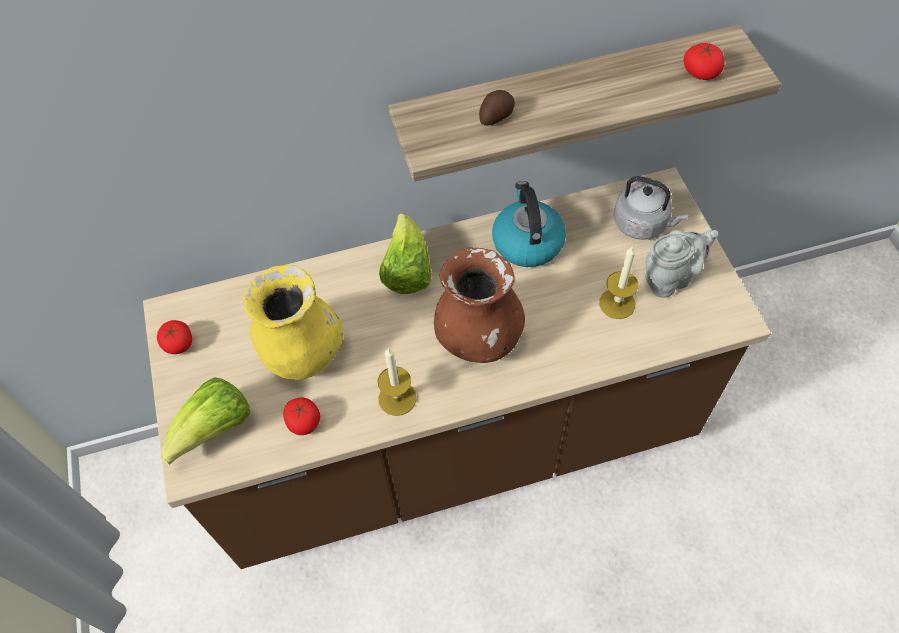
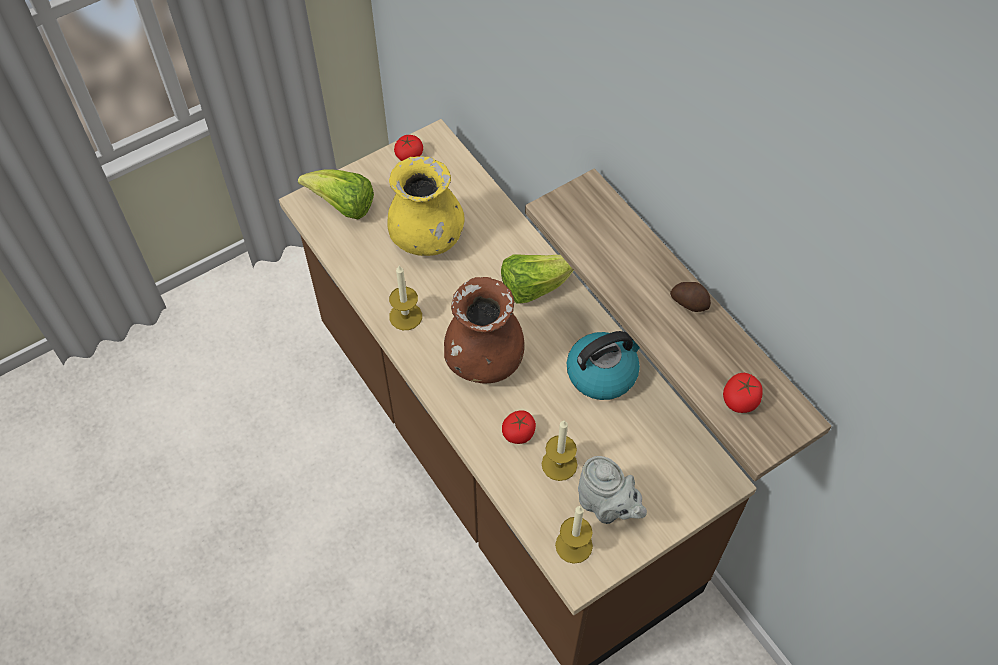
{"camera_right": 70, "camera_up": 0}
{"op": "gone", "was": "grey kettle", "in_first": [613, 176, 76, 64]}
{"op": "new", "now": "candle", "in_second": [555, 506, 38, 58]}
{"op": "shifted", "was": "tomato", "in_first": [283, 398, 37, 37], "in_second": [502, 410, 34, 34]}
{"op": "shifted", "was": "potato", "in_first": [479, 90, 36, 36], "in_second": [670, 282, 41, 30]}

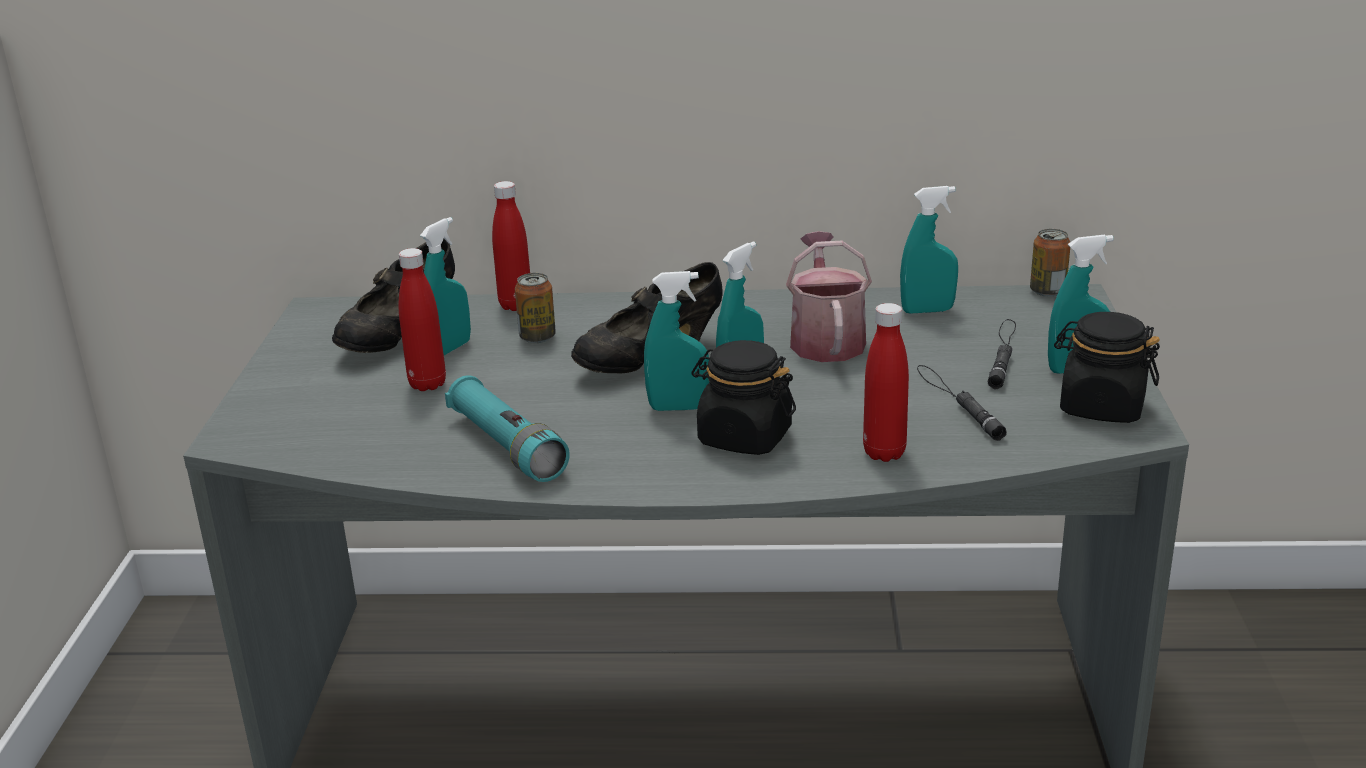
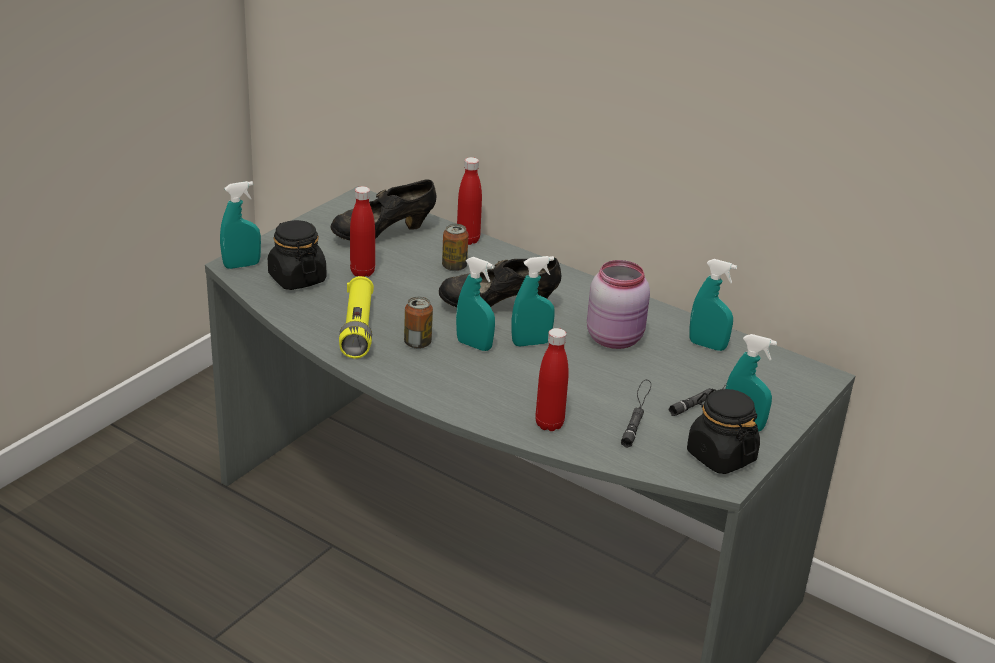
{"camera_right": 30, "camera_up": 5}
{"op": "shifted", "was": "turquoise spray bottle", "in_first": [420, 217, 51, 138], "in_second": [220, 181, 41, 88]}
{"op": "shifted", "was": "black jar", "in_first": [691, 340, 105, 115], "in_second": [268, 220, 59, 70]}
{"op": "shifted", "was": "can", "in_first": [1030, 229, 40, 68], "in_second": [404, 297, 29, 52]}
{"op": "swapped", "was": "watering can", "now": "pink jar", "in_first": [786, 231, 86, 131], "in_second": [587, 260, 63, 89]}
{"op": "repainted", "was": "turquoise flashlight", "now": "yellow flashlight", "in_first": [445, 375, 125, 107], "in_second": [339, 276, 35, 82]}

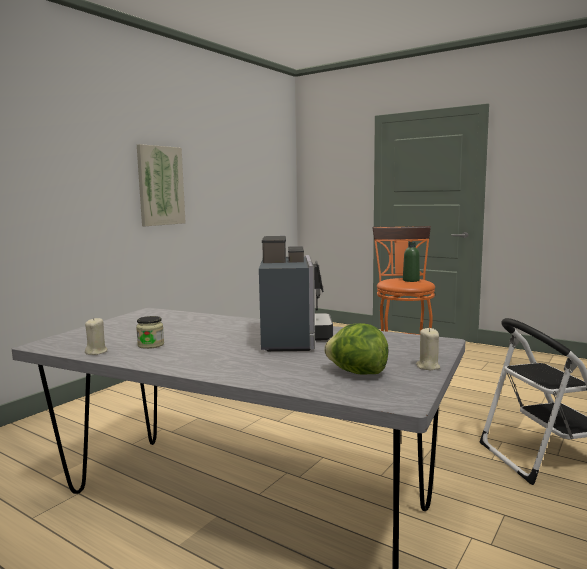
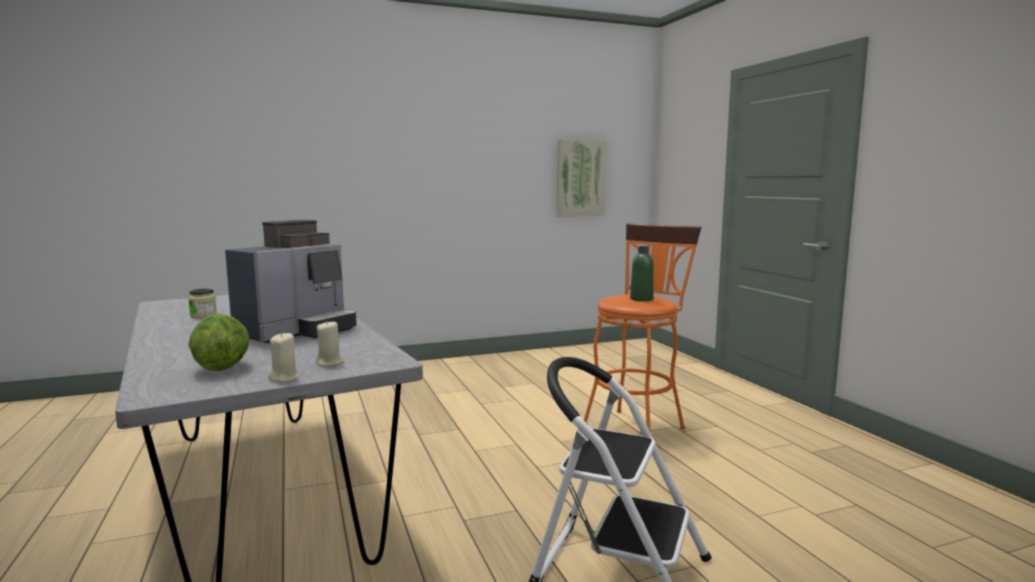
{"camera_right": 35, "camera_up": 0}
{"op": "shifted", "was": "beige candle", "in_first": [85, 318, 22, 37], "in_second": [316, 320, 28, 46]}
{"op": "shifted", "was": "picture", "in_first": [137, 144, 49, 82], "in_second": [557, 139, 50, 78]}

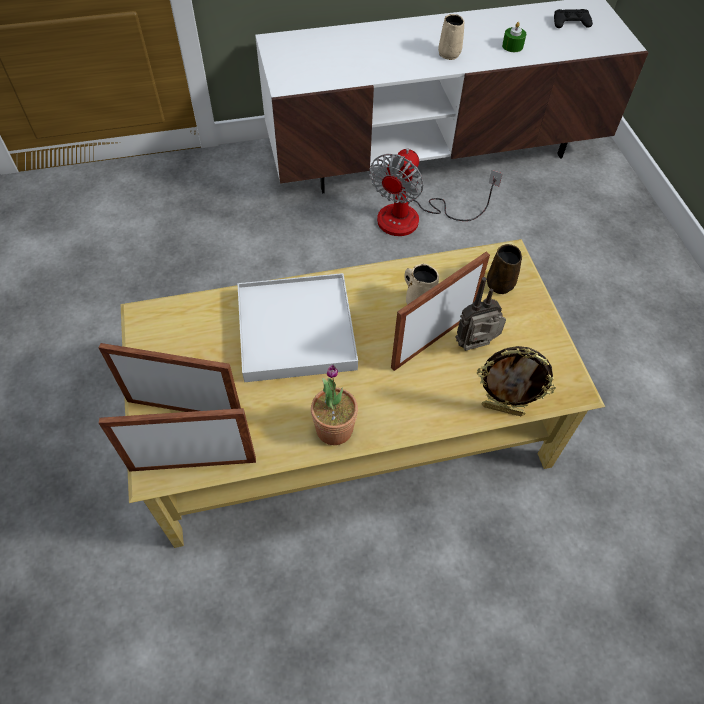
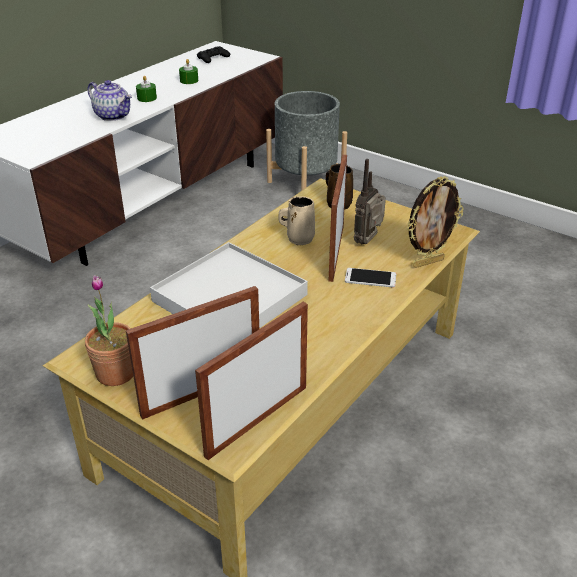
{"camera_right": -40, "camera_up": -20}
{"op": "gone", "was": "fan", "in_first": [369, 148, 134, 88]}
{"op": "new", "now": "teapot", "in_second": [88, 80, 44, 41]}
{"op": "new", "now": "grey planter", "in_second": [266, 91, 81, 100]}
{"op": "new", "now": "phone", "in_second": [345, 268, 51, 20]}
{"op": "shifted", "was": "potted plant", "in_first": [311, 364, 47, 81], "in_second": [85, 275, 48, 111]}
{"op": "swapped", "was": "beige mug", "now": "green candle", "in_first": [438, 14, 26, 46], "in_second": [136, 76, 21, 26]}

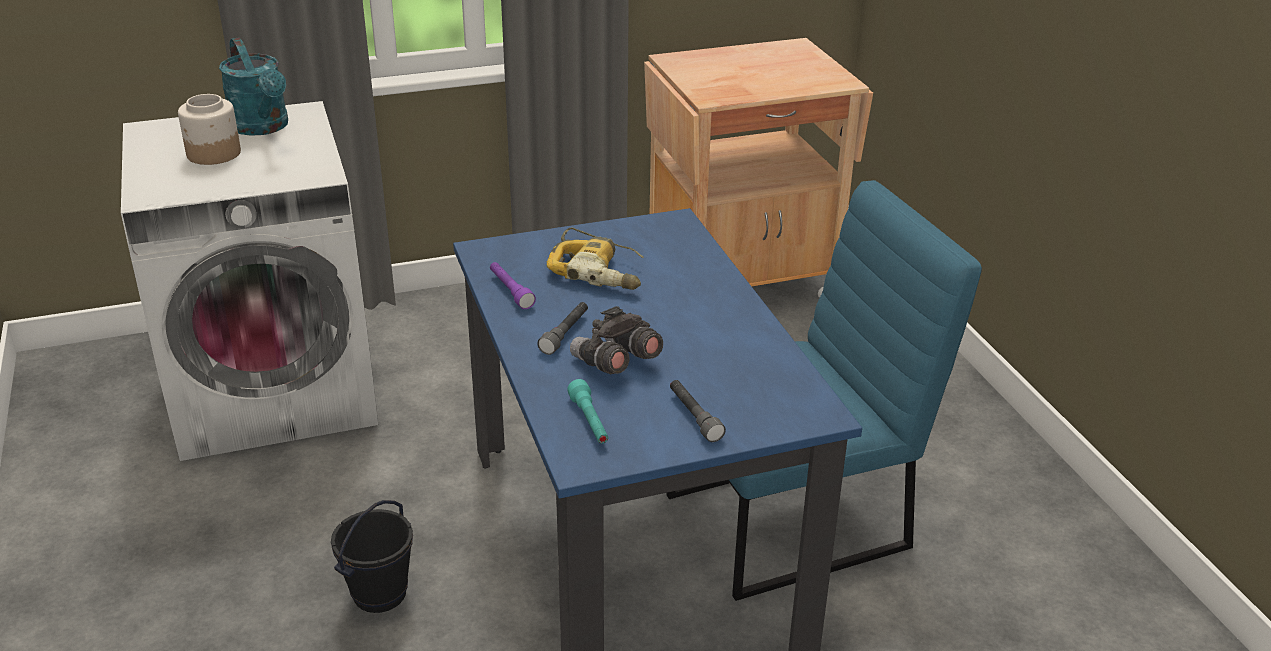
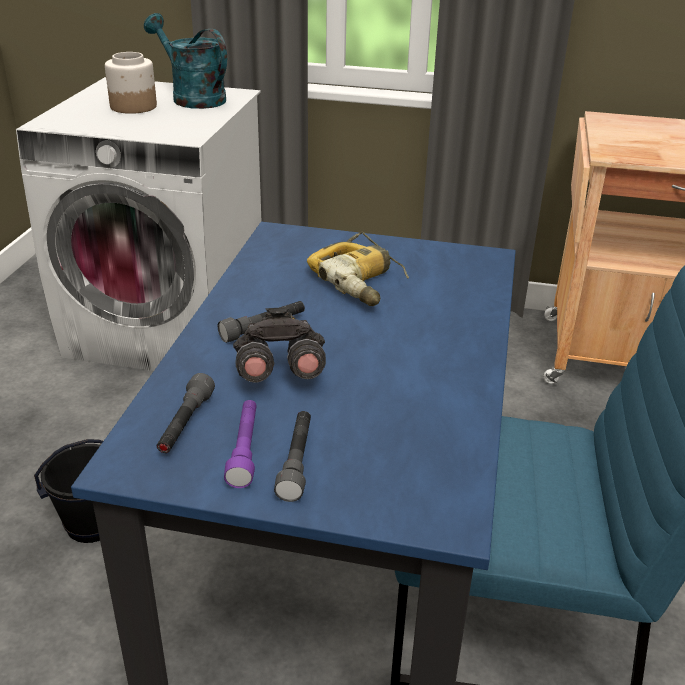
{"camera_right": 30, "camera_up": 0}
{"op": "shifted", "was": "purple flashlight", "in_first": [490, 262, 46, 47], "in_second": [224, 400, 33, 88]}
{"op": "repainted", "was": "turquoise flashlight", "now": "grey flashlight", "in_first": [567, 379, 42, 65], "in_second": [157, 373, 58, 80]}
{"op": "rotated", "was": "turquoise watering can", "in_first": [219, 37, 69, 99], "in_second": [144, 13, 83, 96], "clockwise": 135}

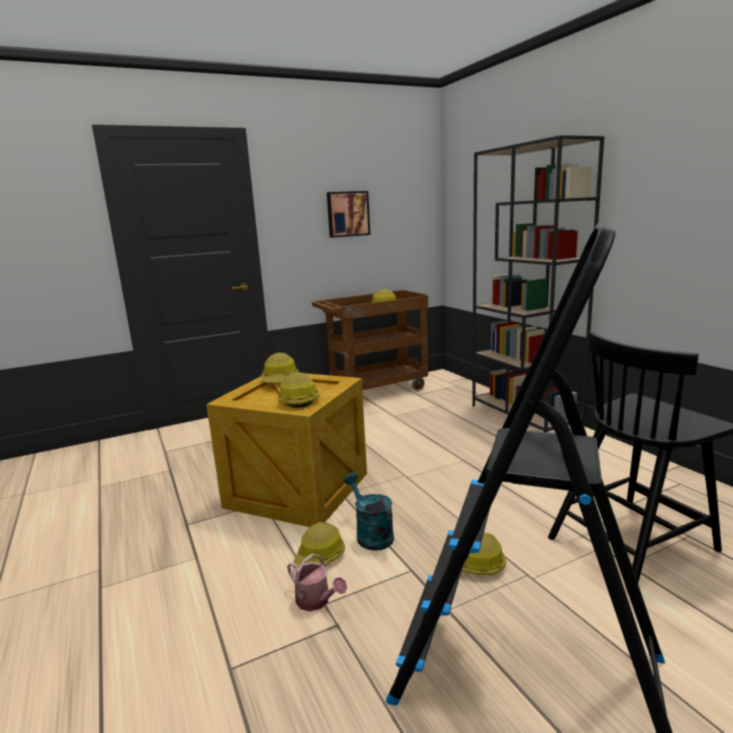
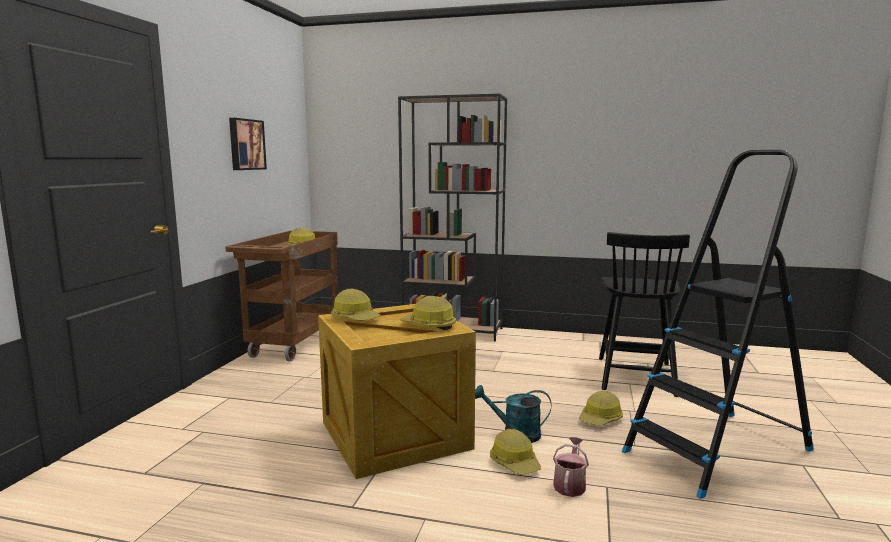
{"camera_right": -50, "camera_up": -5}
{"op": "rotated", "was": "watering can", "in_first": [287, 554, 60, 57], "in_second": [553, 437, 36, 60], "clockwise": -60}

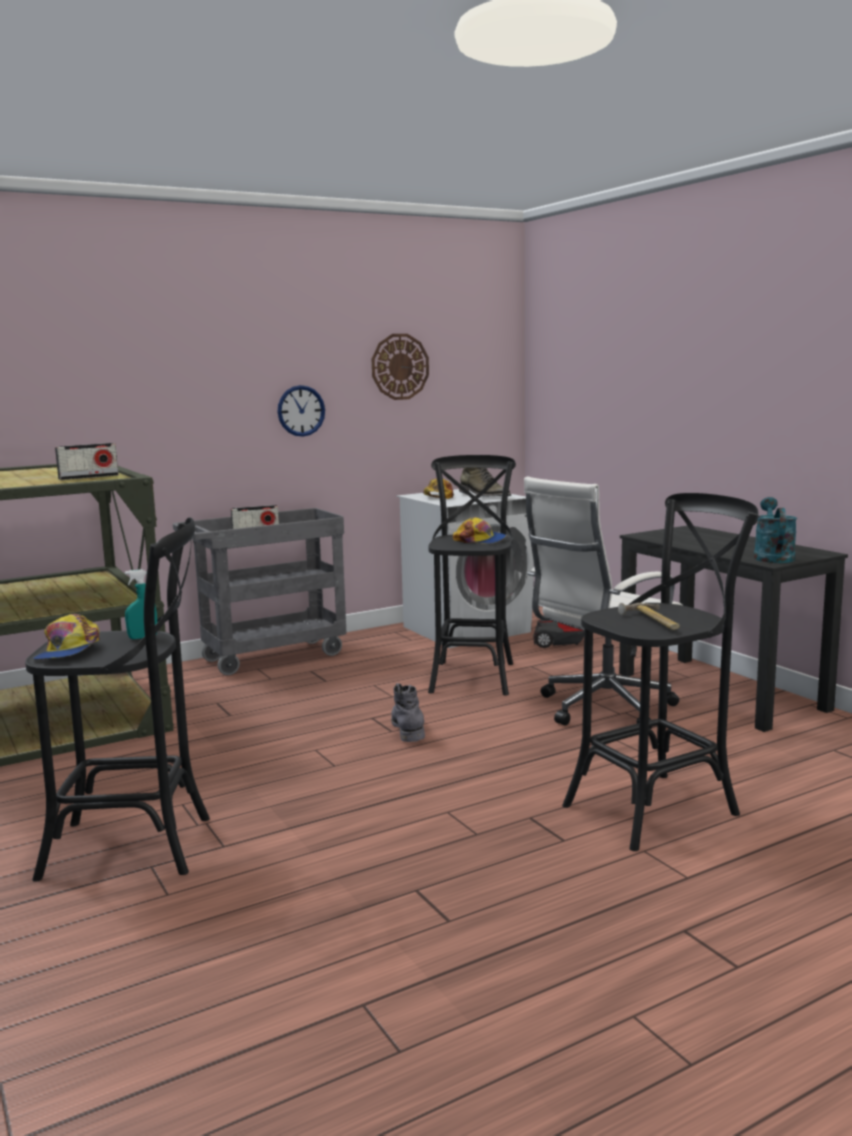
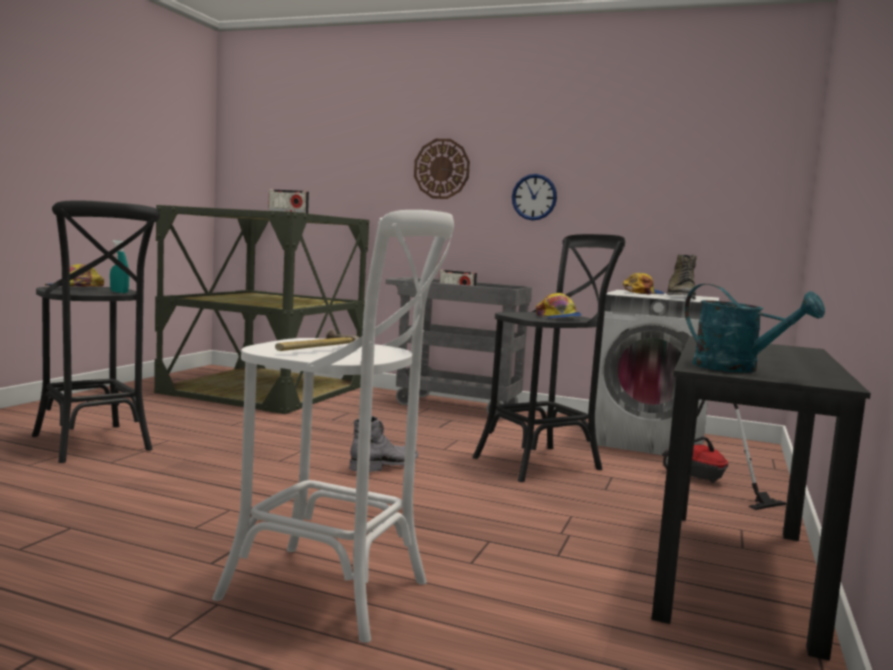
{"camera_right": 50, "camera_up": -5}
{"op": "gone", "was": "white office chair", "in_first": [524, 477, 159, 252]}
{"op": "shifted", "was": "wall clock", "in_first": [372, 334, 57, 66], "in_second": [414, 139, 56, 60]}
{"op": "repainted", "was": "black stool", "now": "white stool", "in_first": [562, 493, 197, 358], "in_second": [212, 210, 242, 433]}
{"op": "rotated", "was": "turquoise watering can", "in_first": [754, 497, 43, 66], "in_second": [685, 284, 140, 89], "clockwise": 75}

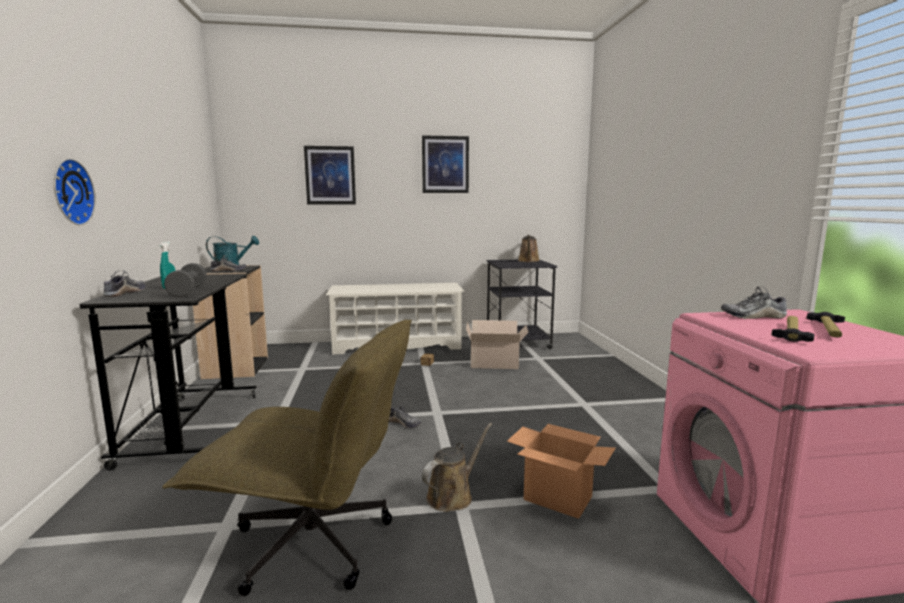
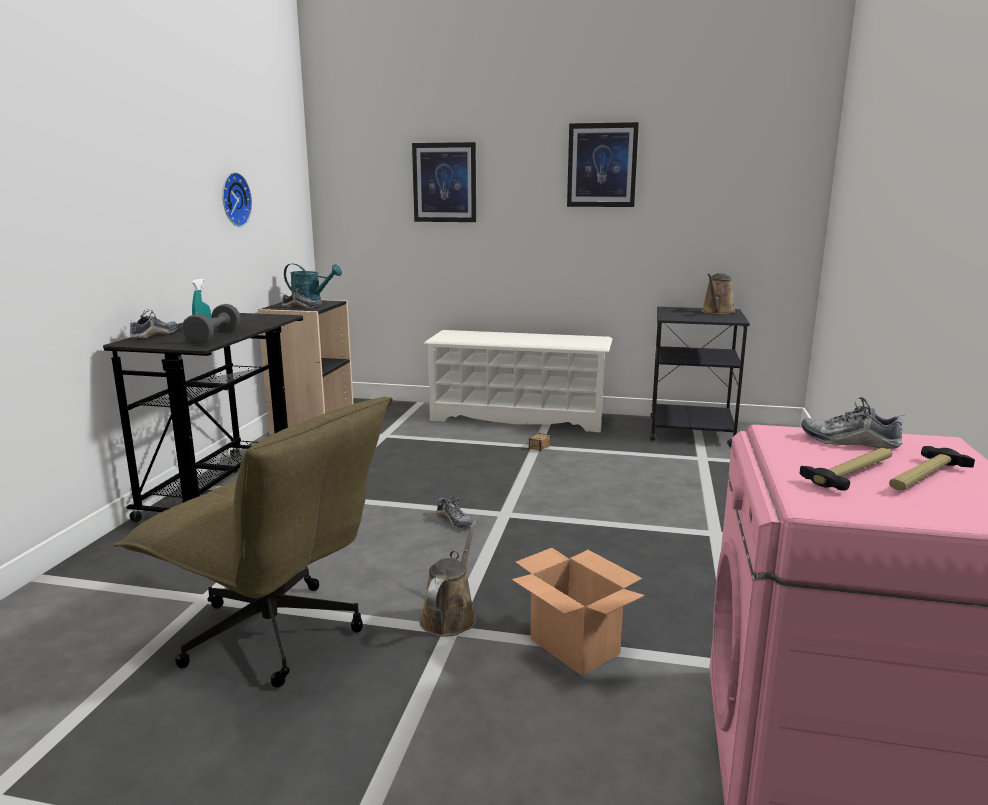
{"camera_right": 20, "camera_up": 5}
{"op": "gone", "was": "cardboard box", "in_first": [466, 320, 63, 49]}
{"op": "shifted", "was": "wall clock", "in_first": [54, 158, 42, 67], "in_second": [222, 172, 30, 55]}
{"op": "rotated", "was": "brown watering can", "in_first": [422, 423, 70, 89], "in_second": [419, 521, 58, 116], "clockwise": -45}

